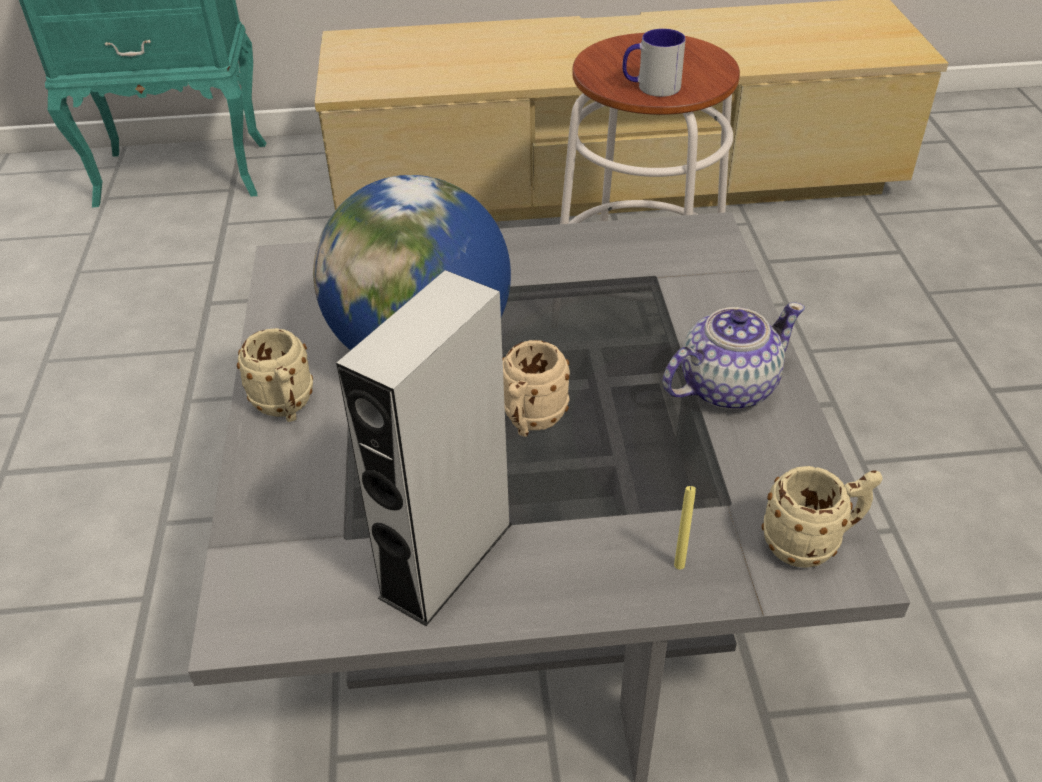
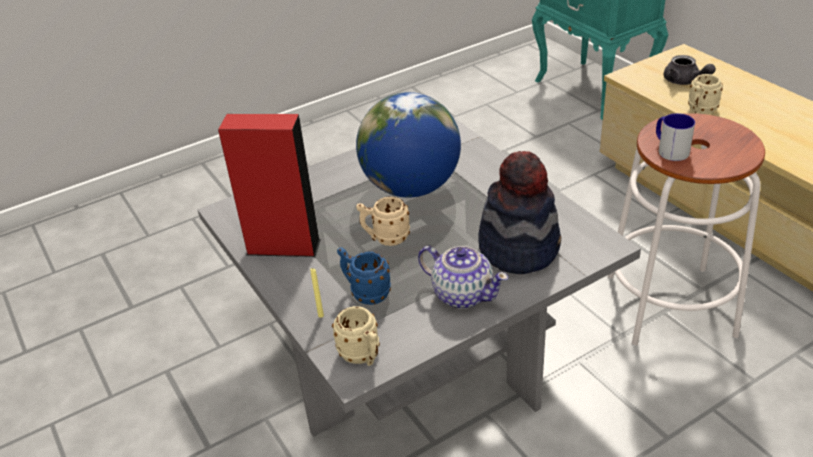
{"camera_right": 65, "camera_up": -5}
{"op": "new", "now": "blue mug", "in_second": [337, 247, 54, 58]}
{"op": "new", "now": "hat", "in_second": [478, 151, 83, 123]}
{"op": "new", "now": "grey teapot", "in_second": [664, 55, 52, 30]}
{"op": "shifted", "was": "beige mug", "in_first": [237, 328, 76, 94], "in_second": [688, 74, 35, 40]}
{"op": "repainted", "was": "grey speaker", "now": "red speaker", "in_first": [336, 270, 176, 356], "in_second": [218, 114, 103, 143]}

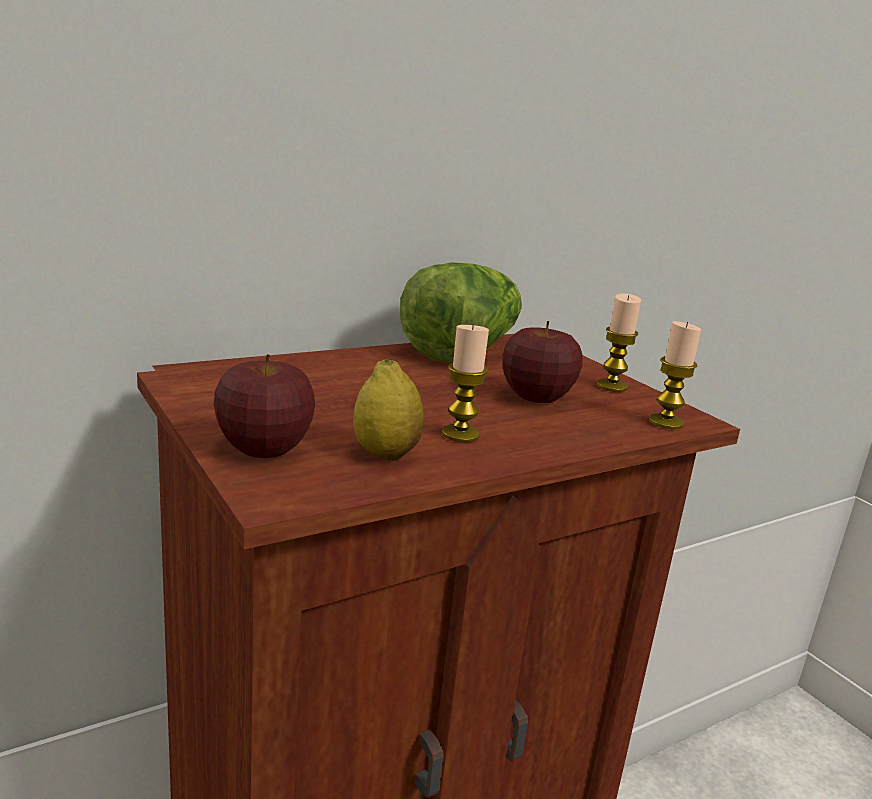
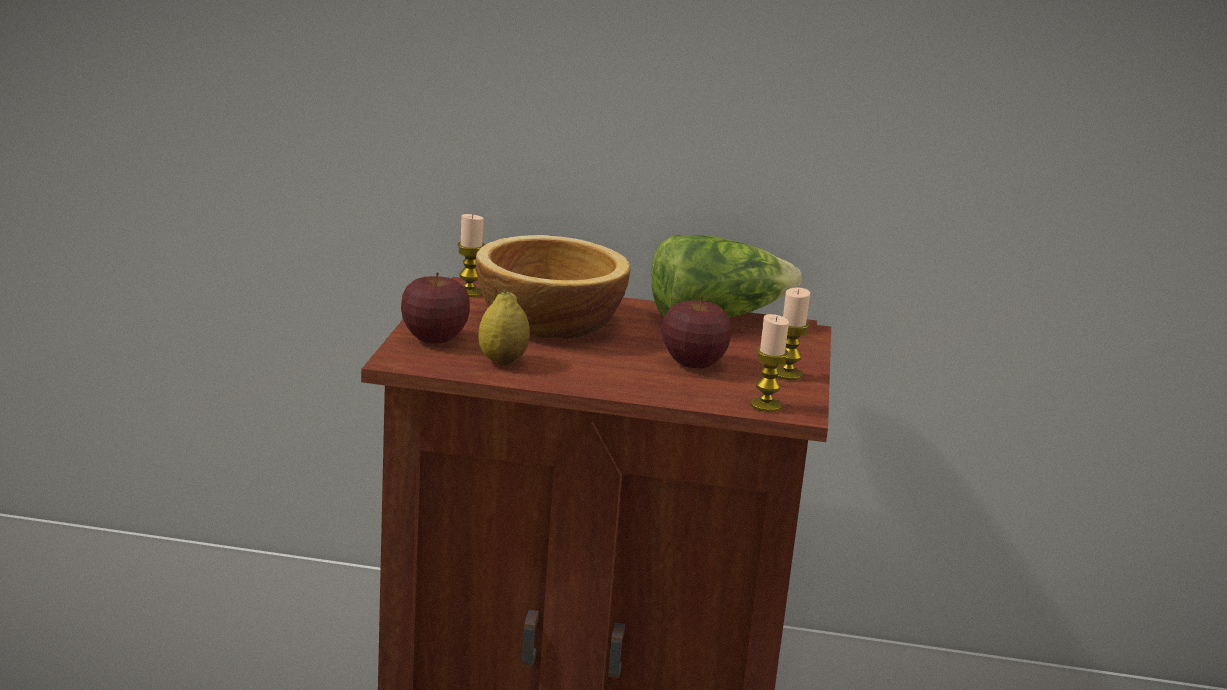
{"camera_right": 40, "camera_up": 0}
{"op": "new", "now": "bowl", "in_second": [476, 235, 155, 104]}
{"op": "shifted", "was": "candle", "in_first": [442, 324, 47, 118], "in_second": [457, 214, 28, 83]}

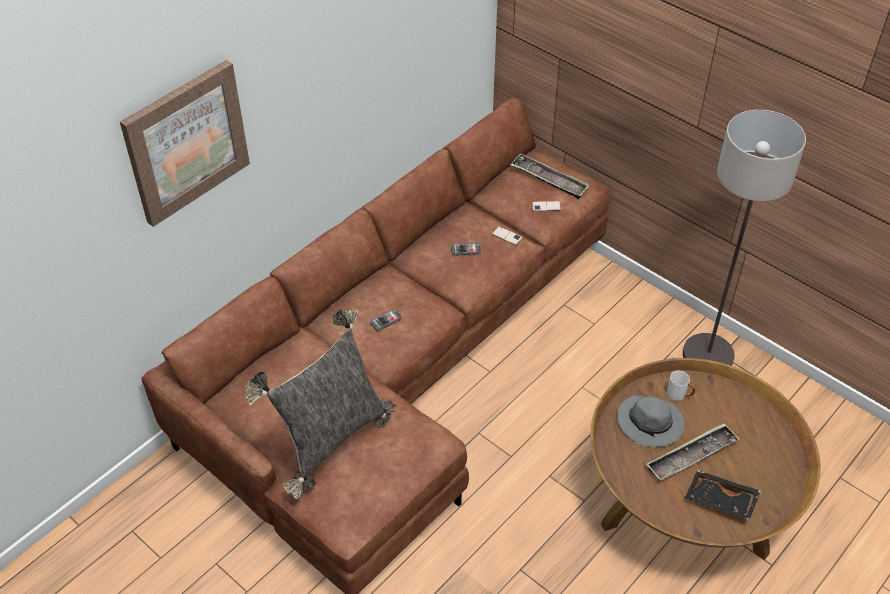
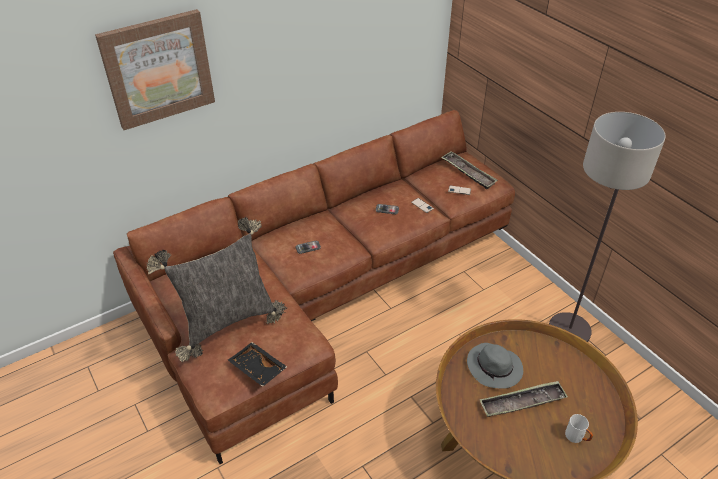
{"camera_right": 15, "camera_up": -5}
{"op": "shifted", "was": "white mug", "in_first": [667, 371, 29, 30], "in_second": [565, 414, 28, 29]}
{"op": "shifted", "was": "black tray", "in_first": [685, 470, 76, 50], "in_second": [228, 342, 59, 45]}

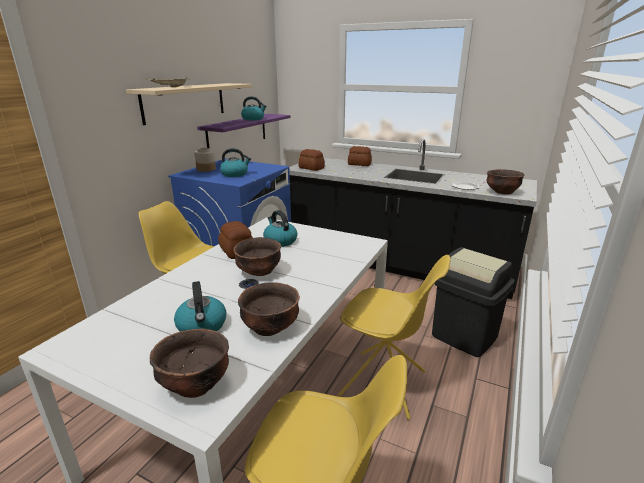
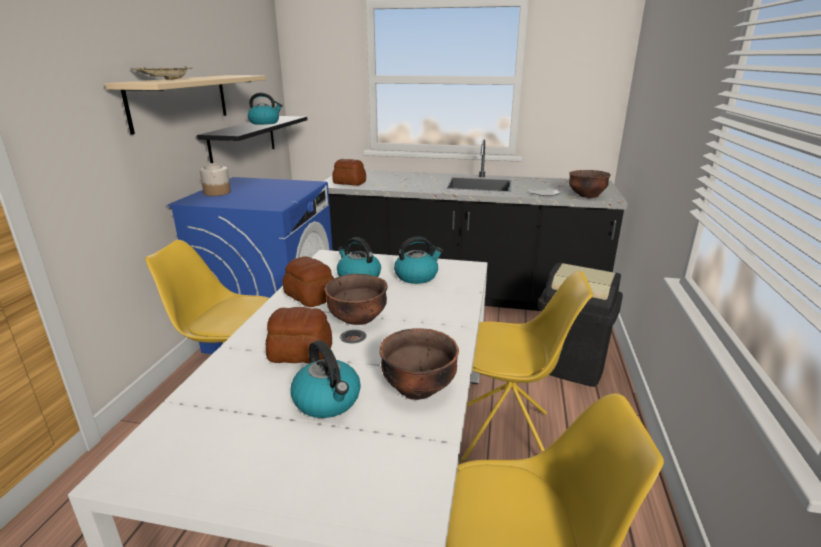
{"camera_right": -15, "camera_up": 0}
{"op": "gone", "was": "brown bowl", "in_first": [150, 329, 79, 69]}
{"op": "shifted", "was": "kettle", "in_first": [220, 148, 31, 29], "in_second": [394, 236, 49, 48]}
{"op": "shifted", "was": "bread", "in_first": [348, 146, 24, 20], "in_second": [266, 307, 66, 56]}
{"op": "repainted", "was": "purple shelf", "now": "black shelf", "in_first": [197, 114, 93, 34], "in_second": [197, 116, 110, 47]}

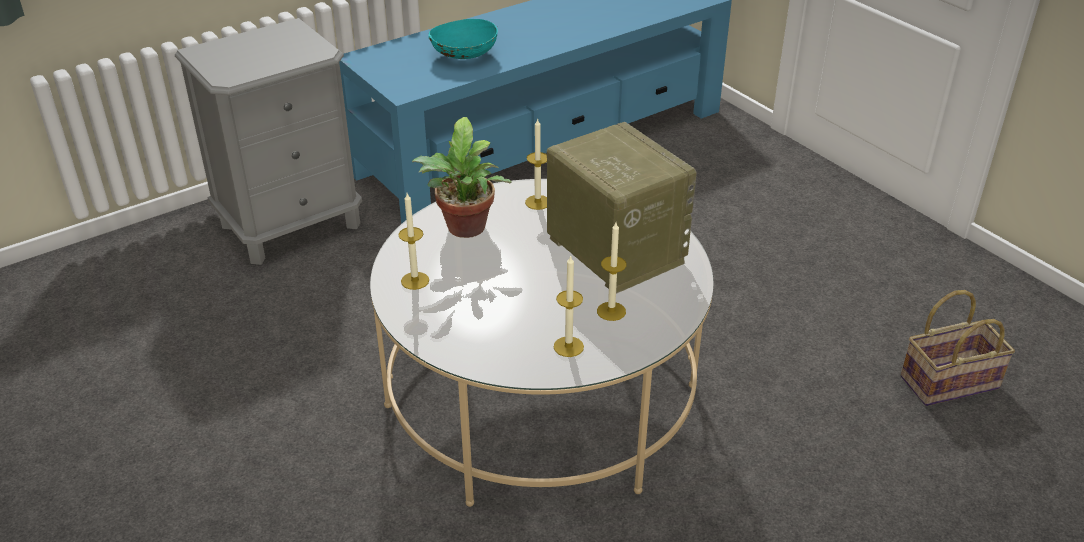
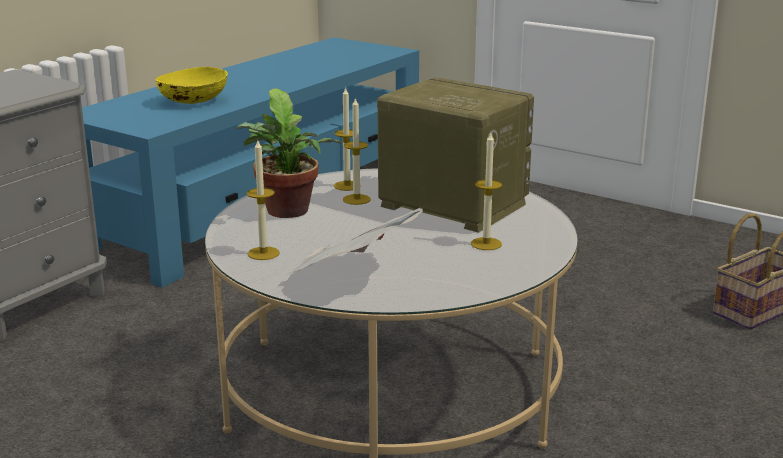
{"camera_right": -20, "camera_up": -15}
{"op": "new", "now": "newspaper", "in_second": [286, 206, 138, 69]}
{"op": "shifted", "was": "candle", "in_first": [554, 255, 30, 102], "in_second": [343, 97, 28, 108]}
{"op": "repainted", "was": "turquoise bowl", "now": "yellow bowl", "in_first": [428, 19, 70, 40], "in_second": [155, 67, 73, 37]}

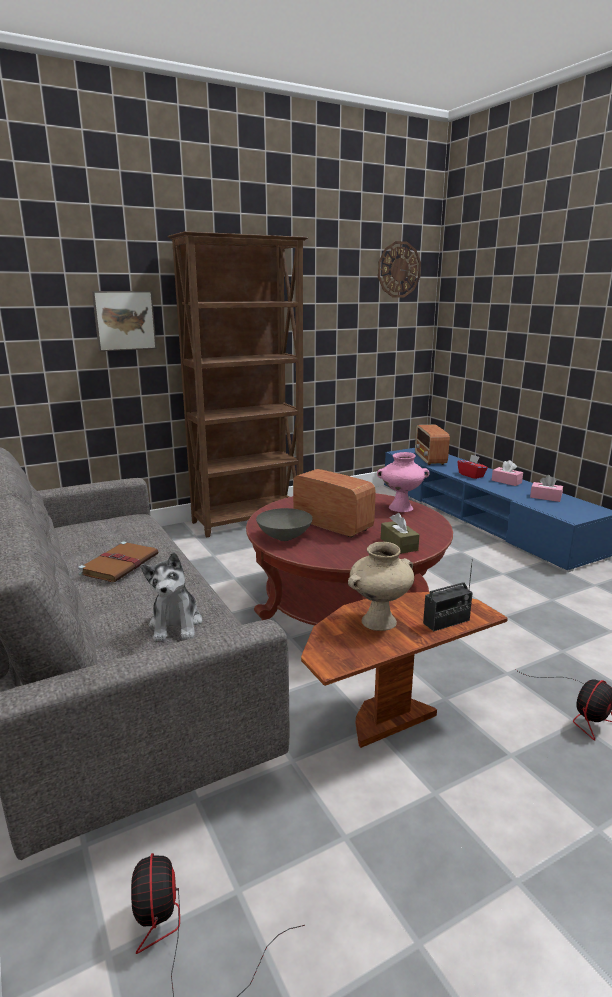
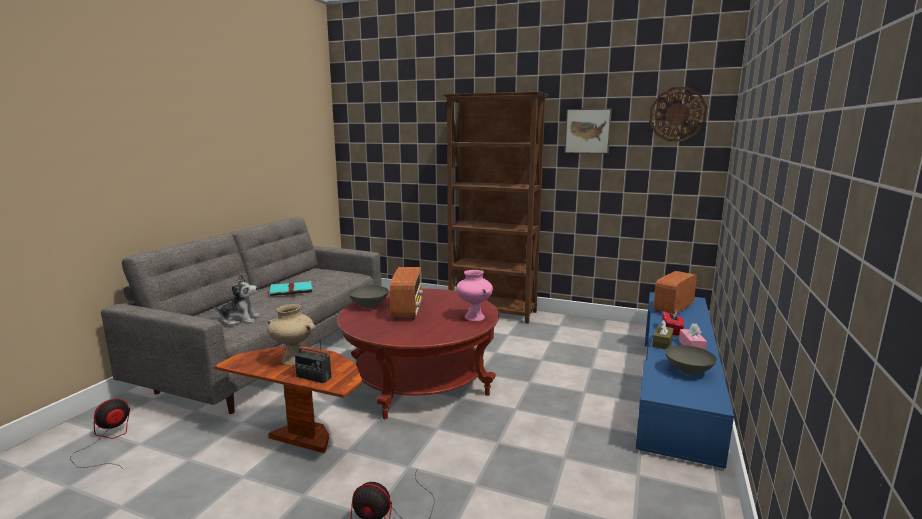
{"camera_right": 50, "camera_up": -5}
{"op": "shifted", "was": "picture", "in_first": [92, 291, 65, 60], "in_second": [565, 109, 47, 45]}
{"op": "shifted", "was": "brown tissue box", "in_first": [381, 513, 38, 41], "in_second": [652, 320, 22, 30]}
{"op": "swapped", "was": "pink tissue box", "now": "grey bowl", "in_first": [530, 475, 33, 27], "in_second": [665, 345, 52, 30]}
{"op": "repainted", "was": "brown book", "now": "turquoise book", "in_first": [78, 541, 81, 41], "in_second": [270, 281, 45, 15]}
{"op": "rotated", "was": "plush toy", "in_first": [141, 552, 61, 90], "in_second": [213, 274, 47, 51], "clockwise": -135}

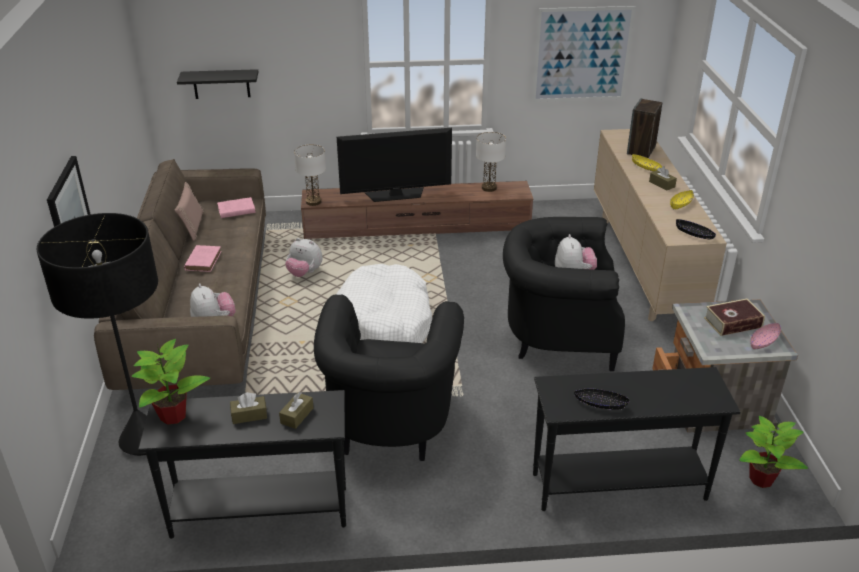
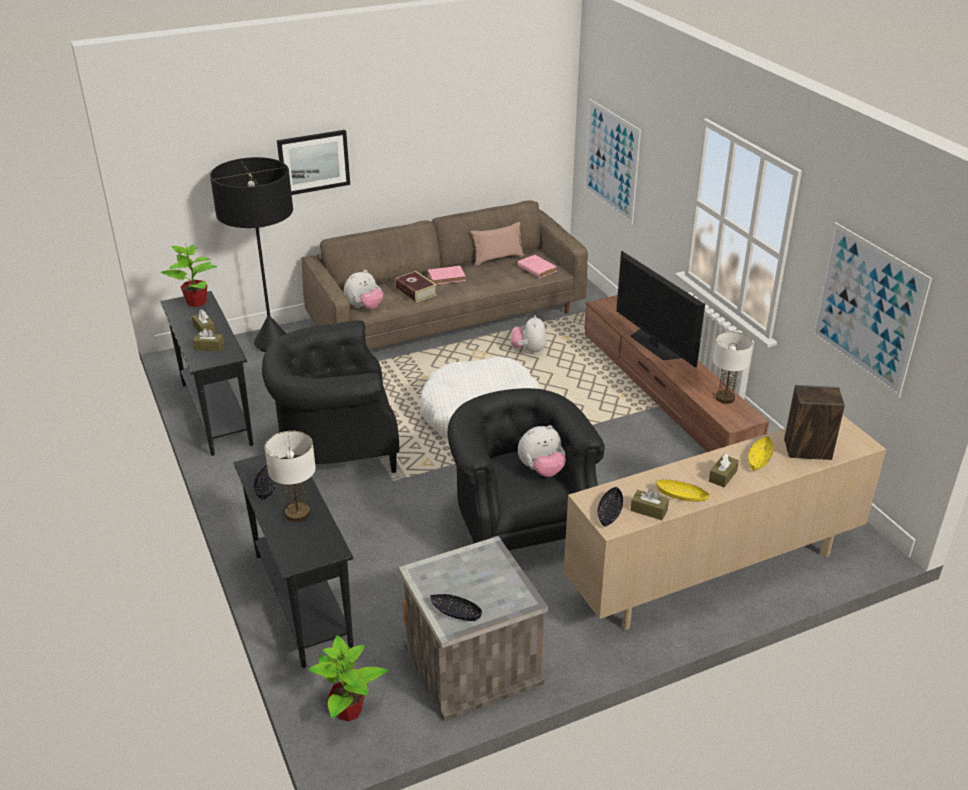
{"camera_right": 70, "camera_up": 0}
{"op": "new", "now": "brown tissue box", "in_second": [630, 489, 39, 31]}
{"op": "shifted", "was": "table lamp", "in_first": [294, 144, 32, 62], "in_second": [265, 431, 51, 91]}
{"op": "shifted", "was": "book", "in_first": [704, 299, 61, 37], "in_second": [395, 271, 42, 31]}
{"op": "swapped", "was": "black shelf", "now": "picture", "in_first": [177, 69, 81, 30], "in_second": [584, 99, 57, 126]}
{"op": "repainted", "was": "pink bowl", "now": "black bowl", "in_first": [750, 323, 31, 26], "in_second": [430, 594, 52, 27]}

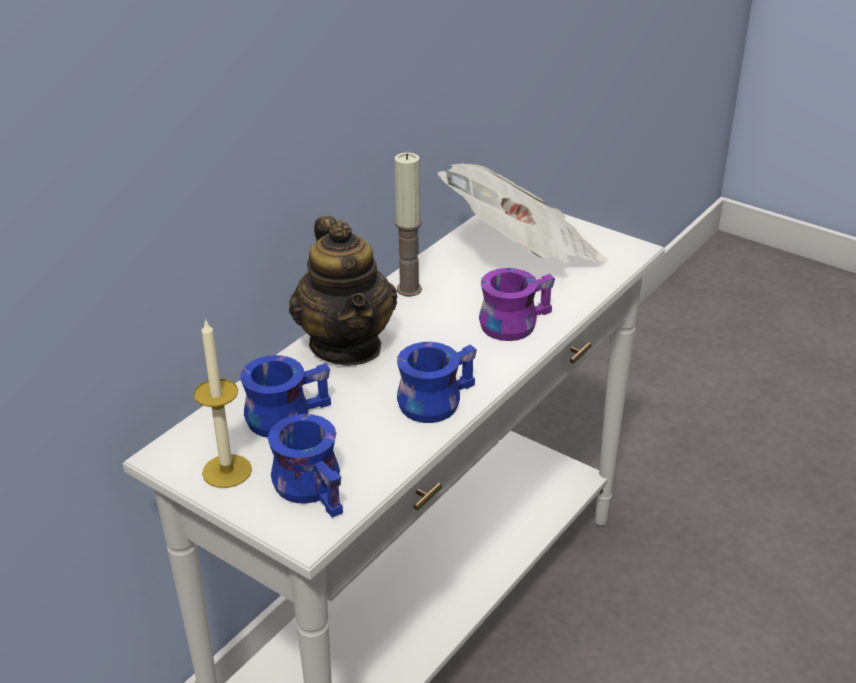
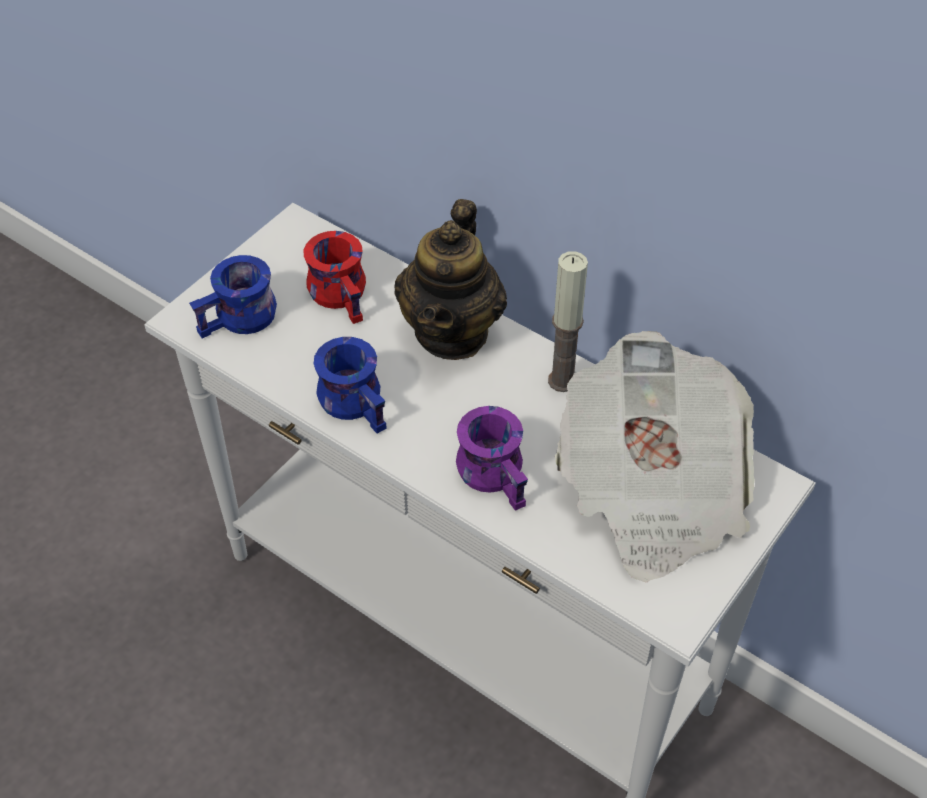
{"camera_right": 90, "camera_up": 15}
{"op": "gone", "was": "candle", "in_first": [194, 318, 58, 170]}
{"op": "repainted", "was": "blue mug", "now": "red mug", "in_first": [240, 355, 91, 83], "in_second": [303, 231, 63, 93]}
{"op": "rotated", "was": "teapot", "in_first": [289, 216, 108, 150], "in_second": [394, 199, 113, 161], "clockwise": -60}

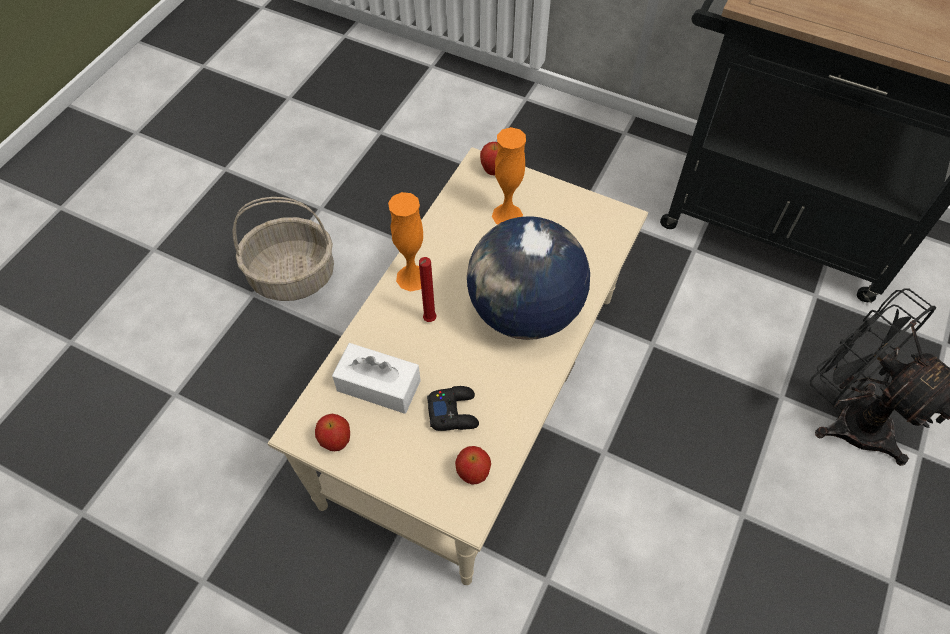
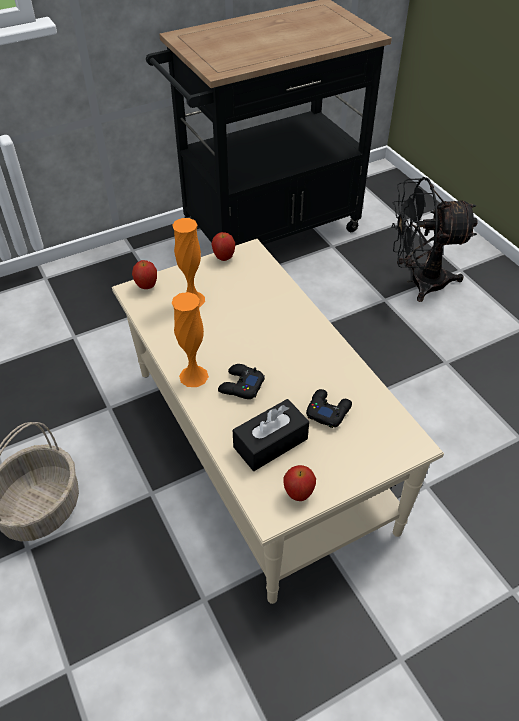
{"camera_right": -55, "camera_up": -10}
{"op": "gone", "was": "globe", "in_first": [467, 216, 123, 124]}
{"op": "shifted", "was": "apple", "in_first": [455, 446, 36, 39], "in_second": [212, 232, 23, 29]}
{"op": "swapped", "was": "red candle", "now": "black game controller", "in_first": [419, 257, 18, 65], "in_second": [218, 364, 47, 35]}
{"op": "repainted", "was": "white tissue box", "now": "black tissue box", "in_first": [332, 343, 89, 71], "in_second": [233, 399, 76, 72]}

